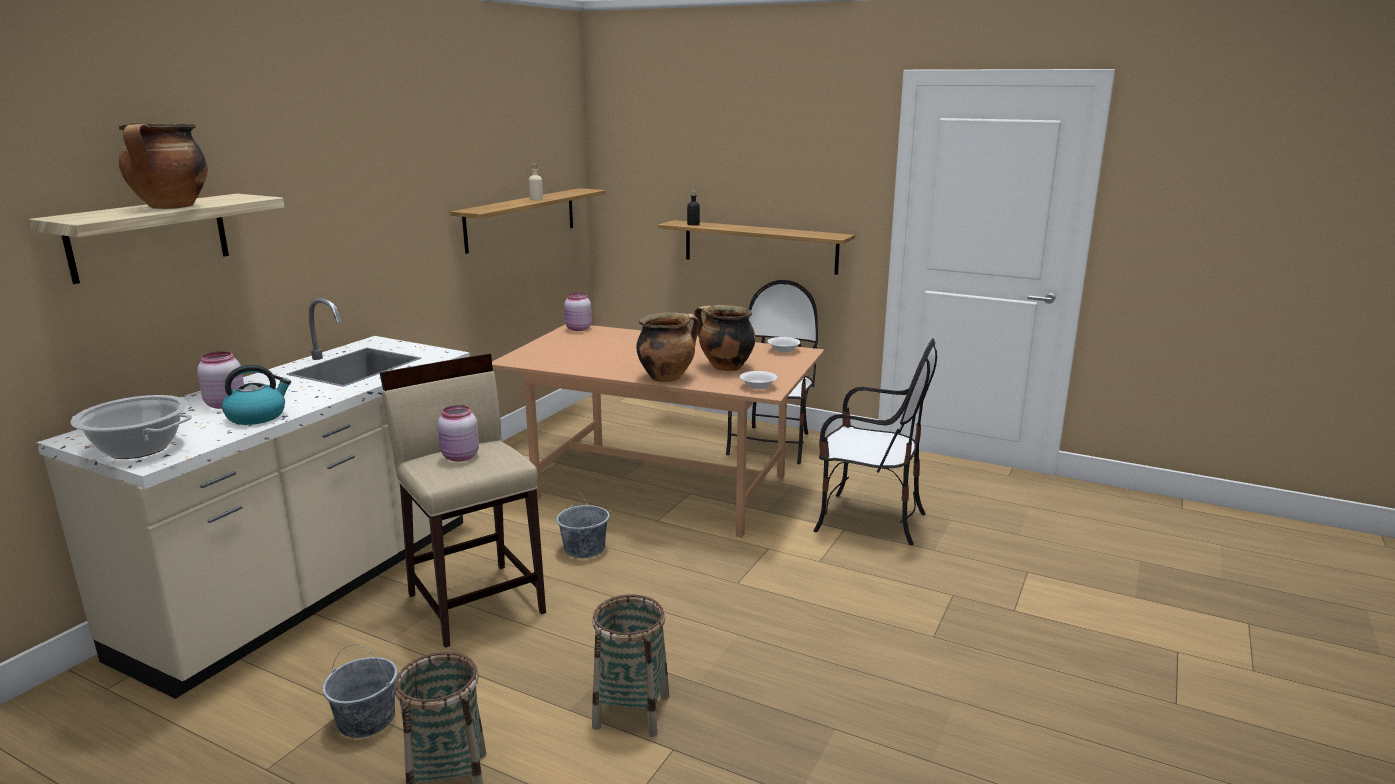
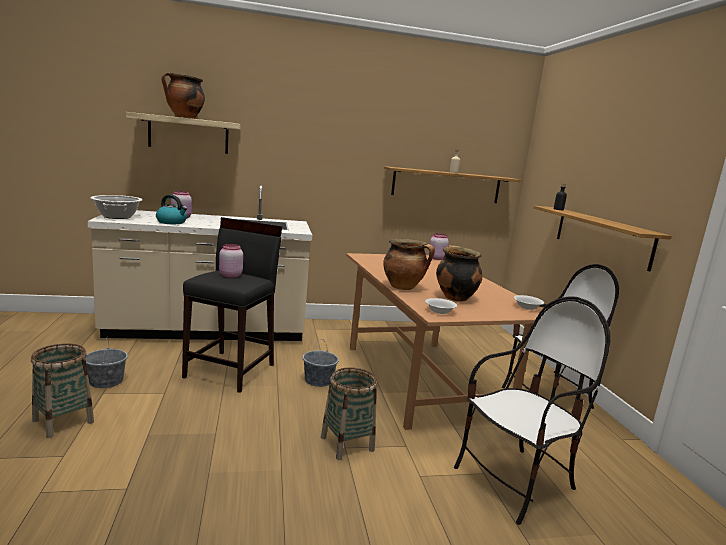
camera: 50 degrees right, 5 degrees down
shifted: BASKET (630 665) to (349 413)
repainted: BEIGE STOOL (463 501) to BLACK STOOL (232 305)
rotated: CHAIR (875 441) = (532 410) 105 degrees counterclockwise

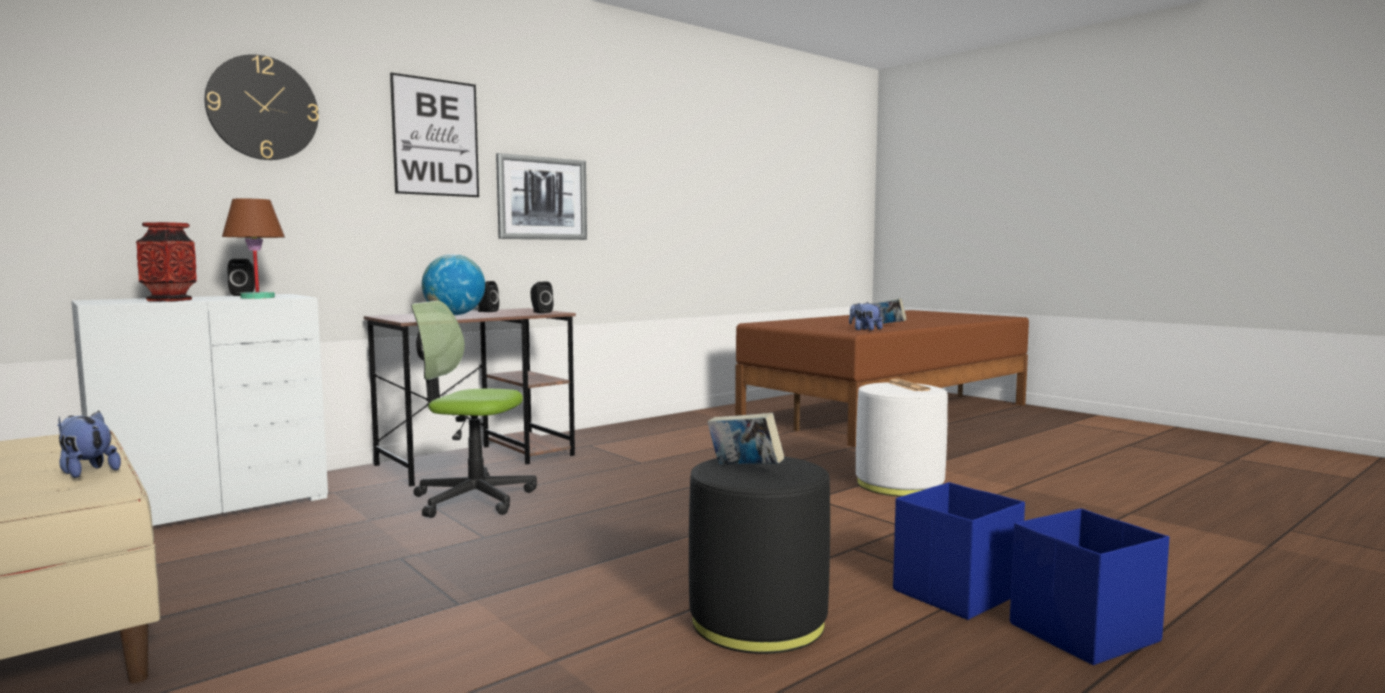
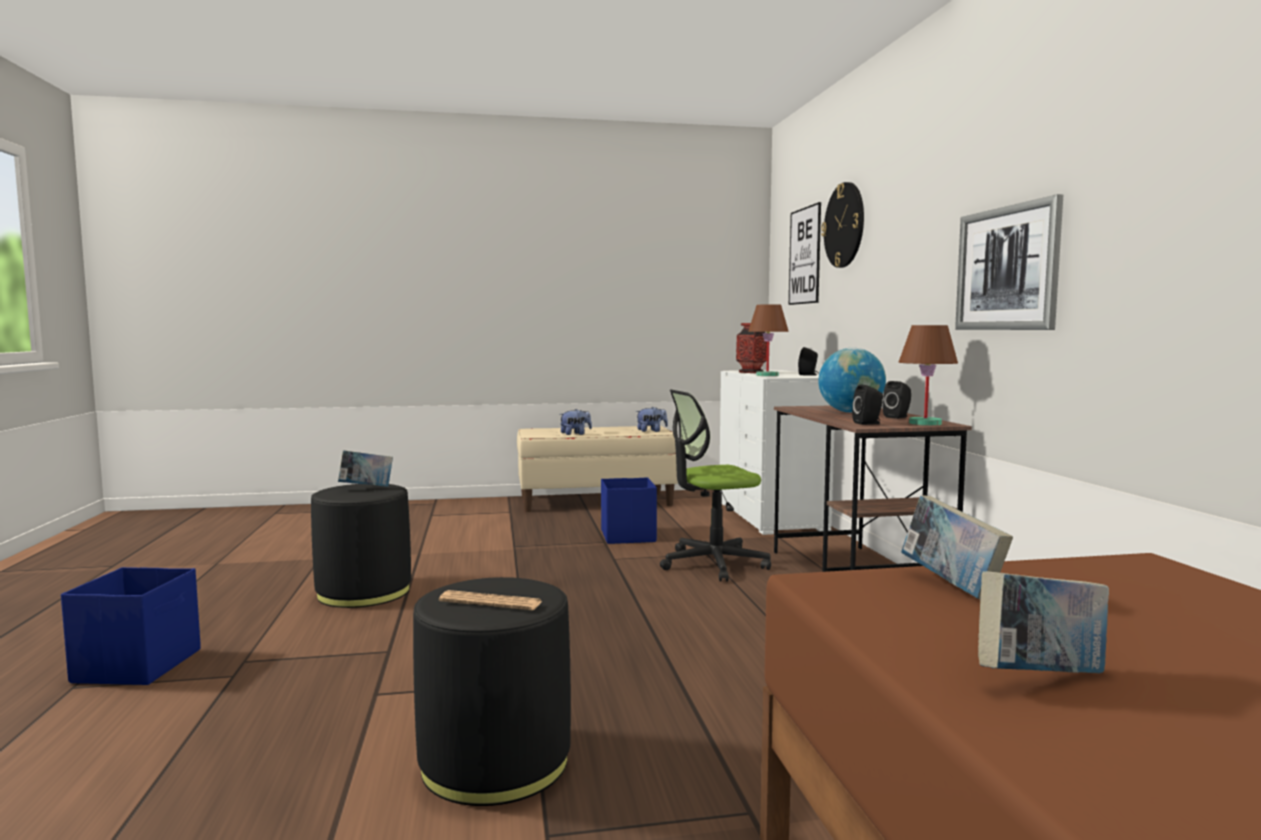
camera: 120 degrees right, 0 degrees up
new: BROWN TABLE LAMP (928 375); BOOK (957 547)
shifted: PICTURE (434 134) to (805 253); PLUSH TOY (866 316) to (652 419); BLUE STORAGE BOX (959 551) to (629 510)
repainted: WHITE OTTOMAN (902 439) to BLACK OTTOMAN (492 691)
rotated: OFFICE CHAIR (474 409) = (715 485) 150 degrees counterclockwise

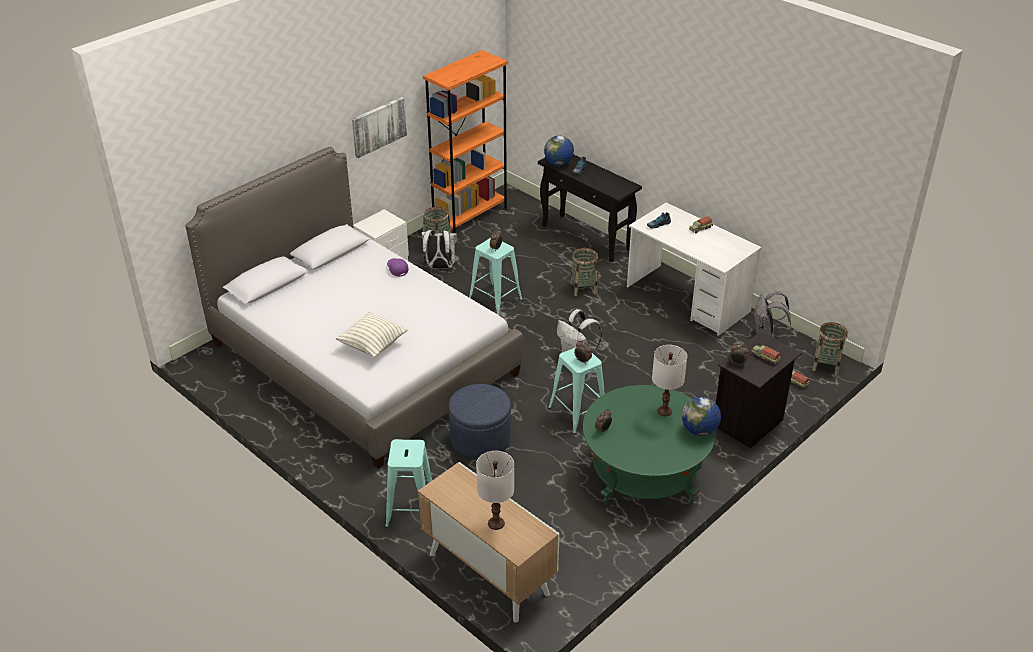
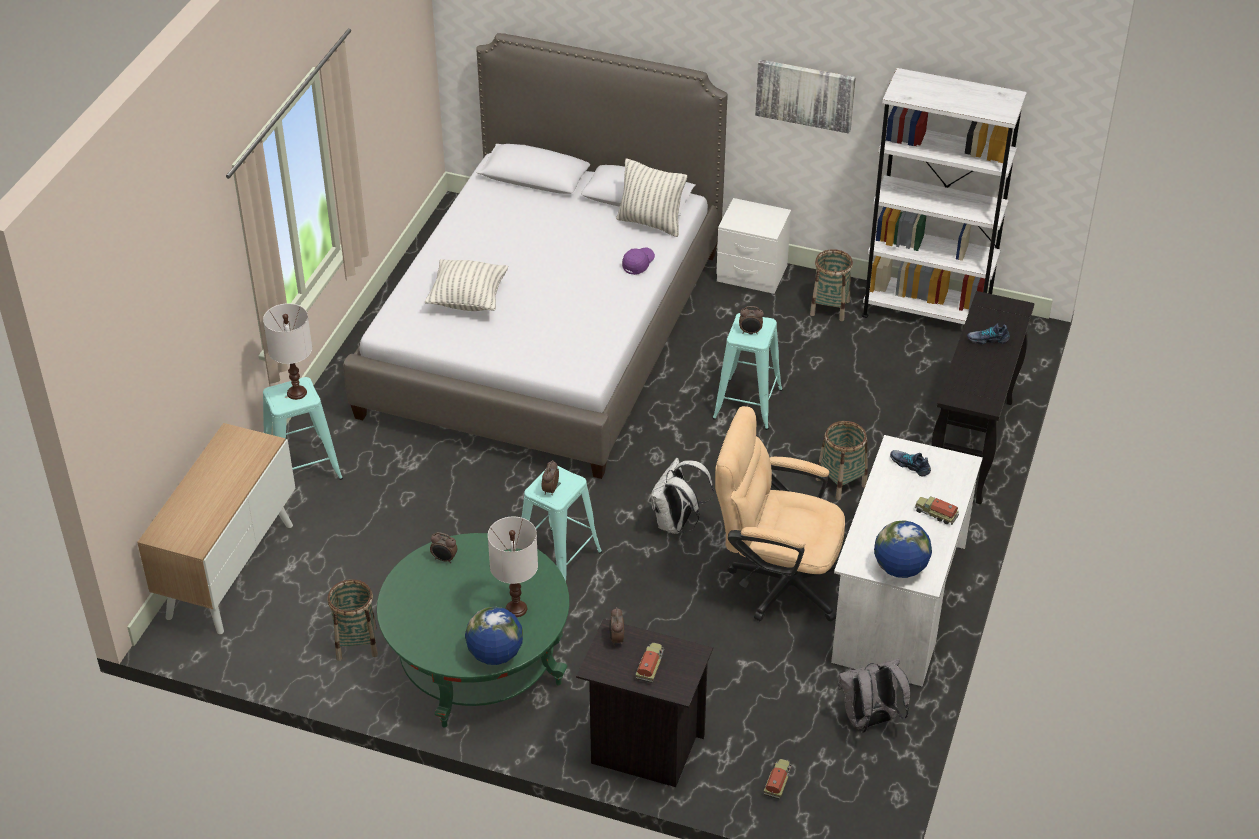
camera: 65 degrees right, 5 degrees up
gone: WHITE BACKPACK (439 248); BLUE OTTOMAN (480 421)
new: PILLOW (651 197); BEIGE OFFICE CHAIR (780 514)
shifted: GLOBE (559 151) to (903 549); BASKET (830 348) to (352 620); WHITE TABLE LAMP (495 490) to (287 351)
repainted: ORANGE BOOKCASE (465 141) to WHITE BOOKCASE (944 196)

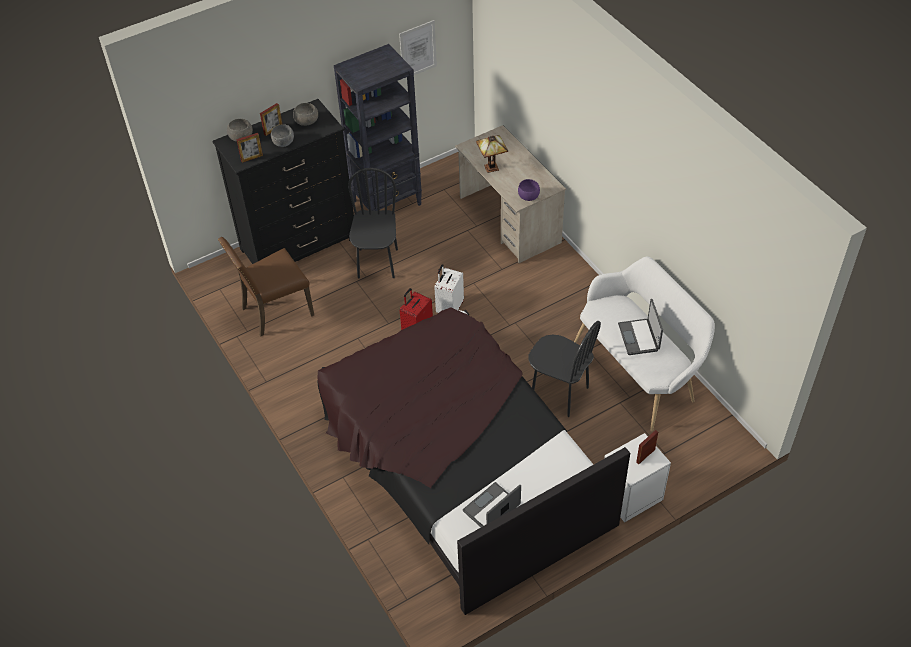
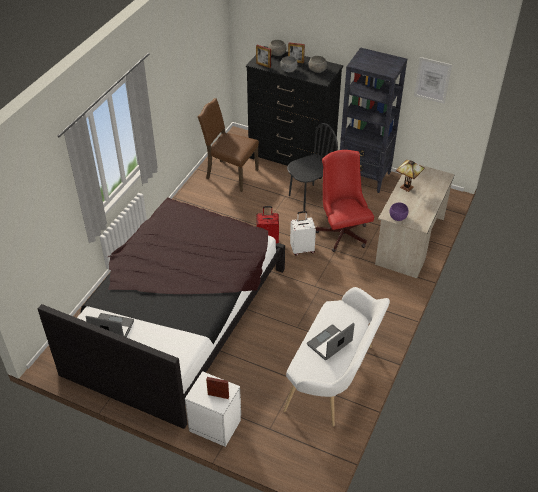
camera: 55 degrees right, 5 degrees down
gone: BLACK CHAIR (565 369)
new: RED OFFICE CHAIR (345 201)

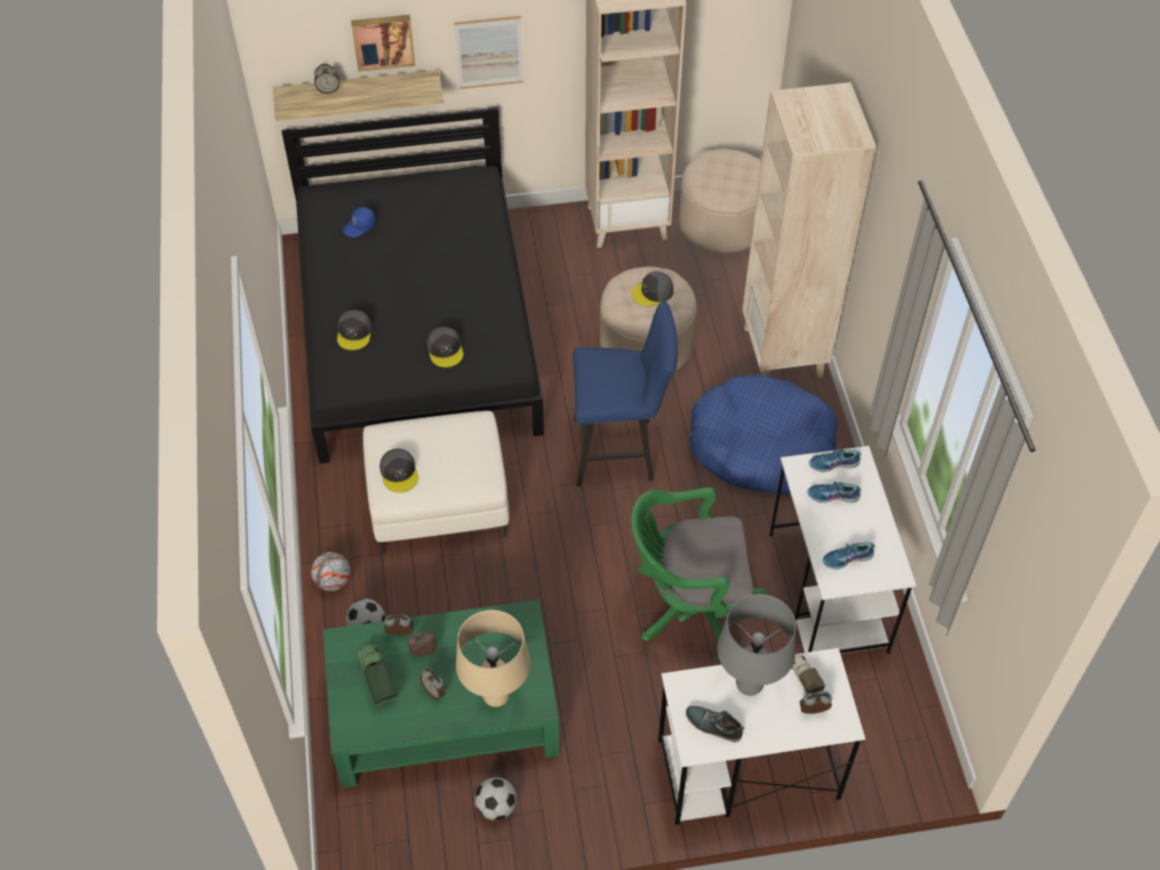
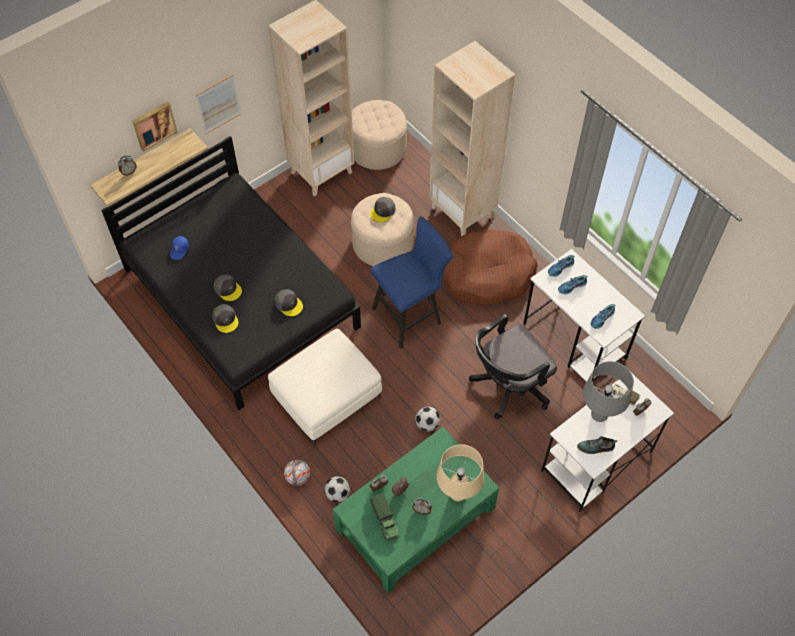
camera: 30 degrees left, 5 degrees up
shifted: GREY CAP (398 470) to (228 287); FOOTBALL (496 798) to (427 419)
repainted: BLUE DOG BED (763 435) to BROWN DOG BED (490 267); GREEN OFFICE CHAIR (698 575) to BLACK OFFICE CHAIR (513 366)
rotated: TOY TRUCK (377 675) = (385 517) 150 degrees counterclockwise

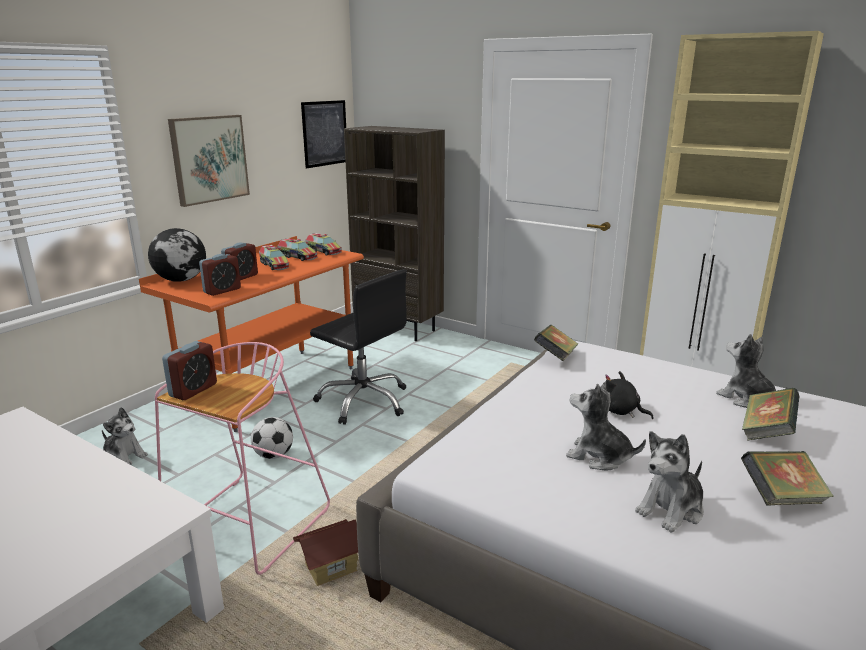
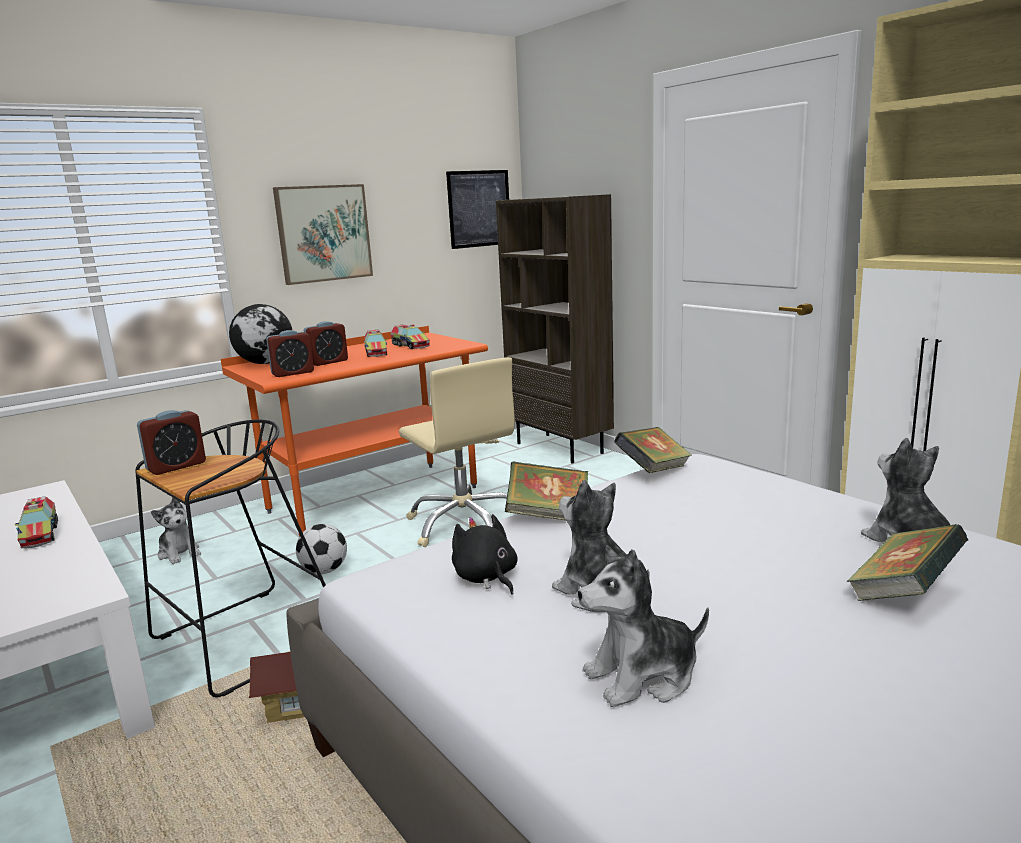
camera: 20 degrees right, 5 degrees down
shifted: TOY TRUCK (324 244) to (36 522); BLACK PLUSH TOY (629 395) to (484 554); BOOK (787 478) to (546 491)
repainted: BLACK OFFICE CHAIR (358 347) to BEIGE OFFICE CHAIR (457 452); PINK STOOL (242 458) to BLACK STOOL (230 558)

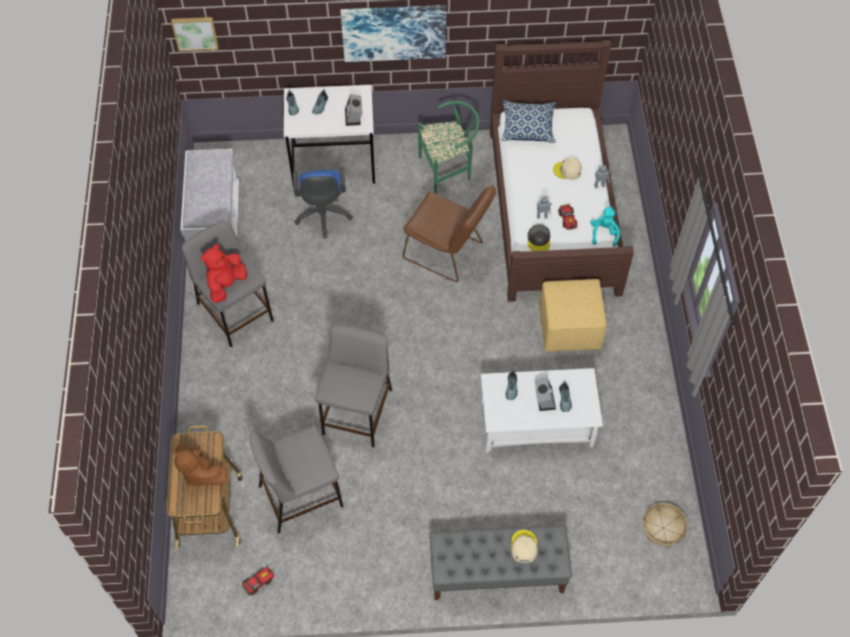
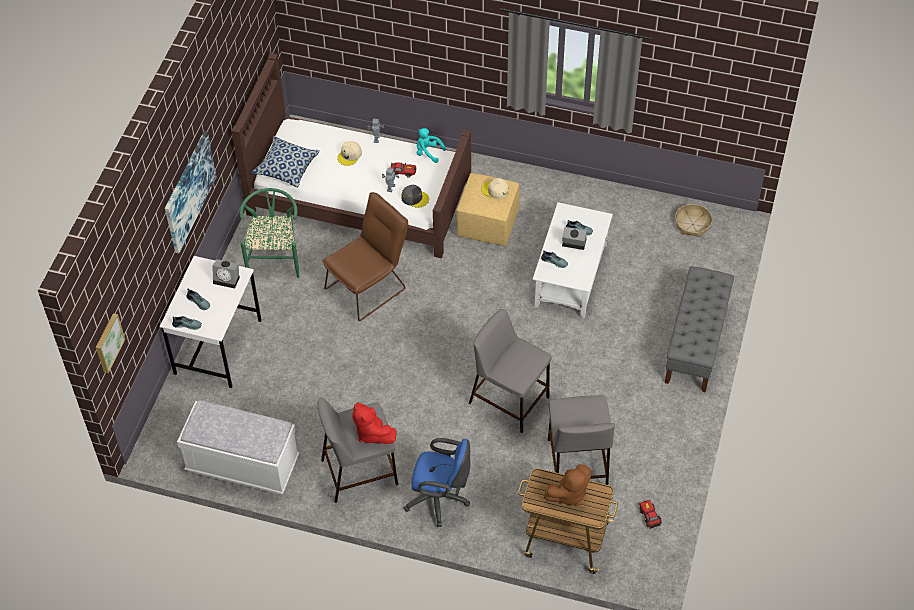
camera: 70 degrees left, 5 degrees down
shifted: BLUE OFFICE CHAIR (323 202) to (437 482); BEIGE CAP (524 546) to (495 188)

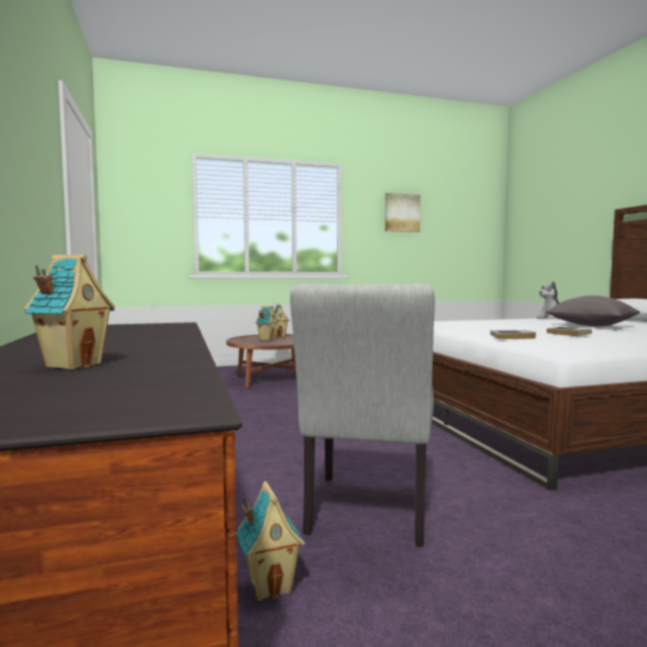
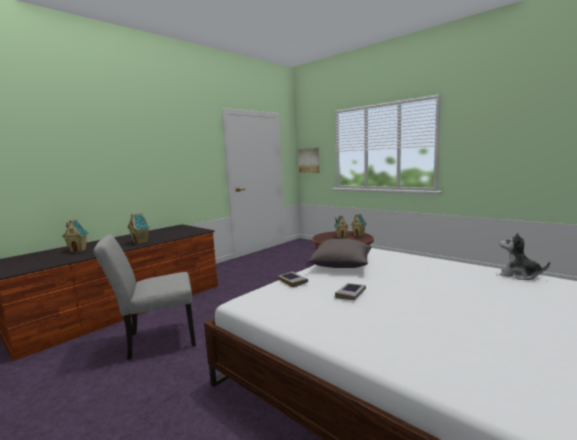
camera: 60 degrees right, 5 degrees up
shifted: PICTURE (403 212) to (308 160); GREY PILLOW (593 311) to (340 253); TOY HOUSE (271 541) to (138 228)

